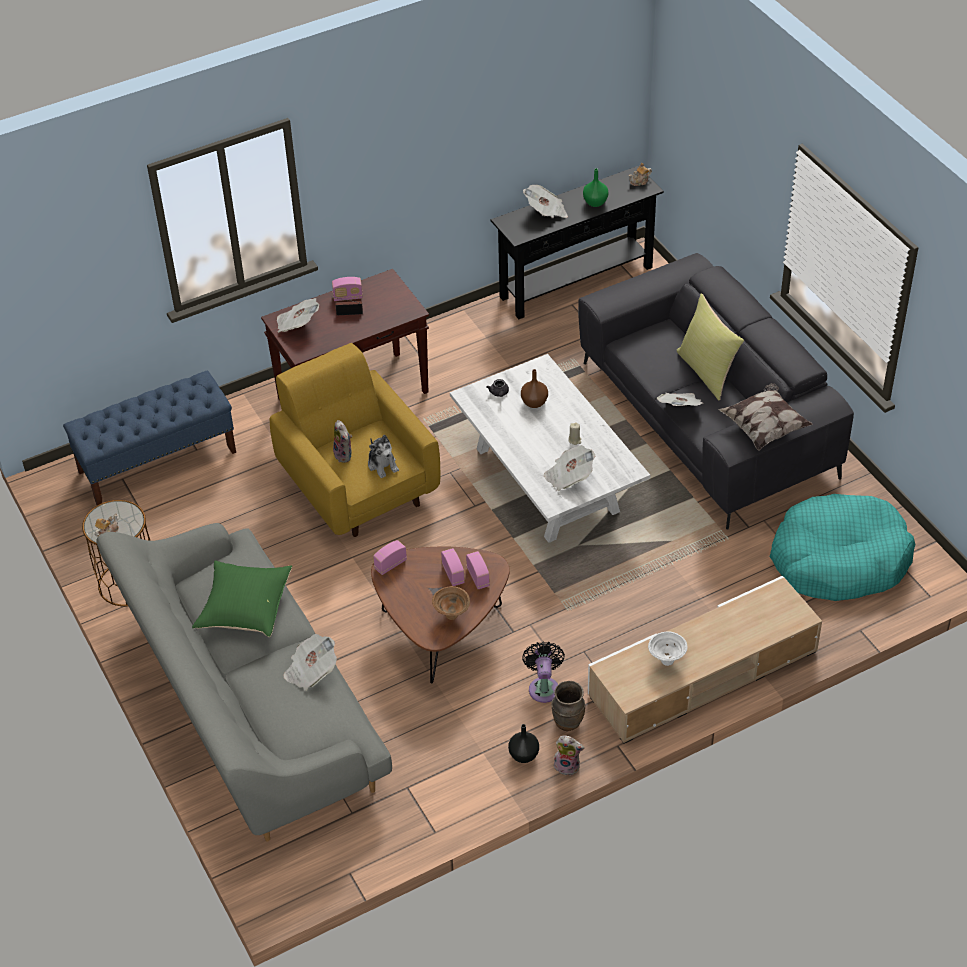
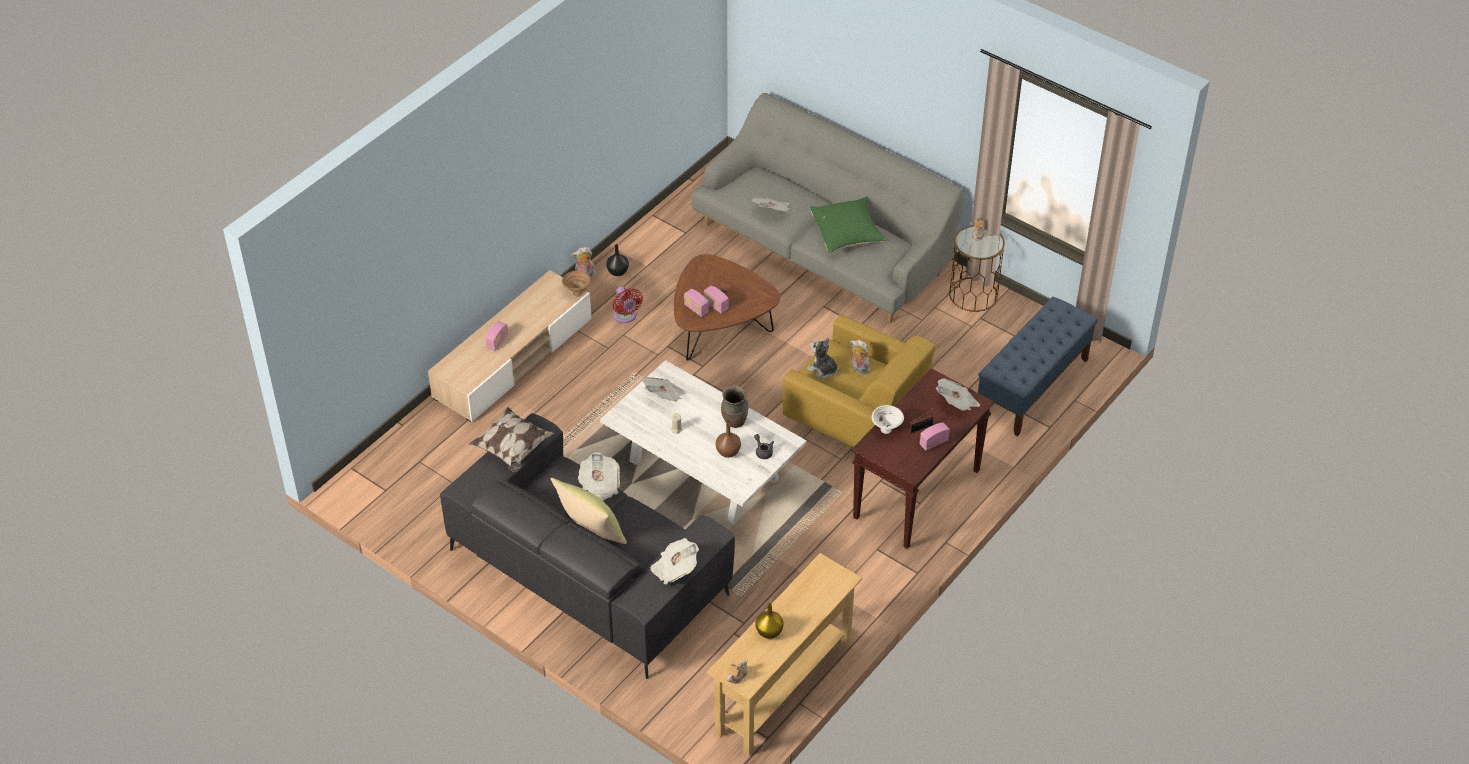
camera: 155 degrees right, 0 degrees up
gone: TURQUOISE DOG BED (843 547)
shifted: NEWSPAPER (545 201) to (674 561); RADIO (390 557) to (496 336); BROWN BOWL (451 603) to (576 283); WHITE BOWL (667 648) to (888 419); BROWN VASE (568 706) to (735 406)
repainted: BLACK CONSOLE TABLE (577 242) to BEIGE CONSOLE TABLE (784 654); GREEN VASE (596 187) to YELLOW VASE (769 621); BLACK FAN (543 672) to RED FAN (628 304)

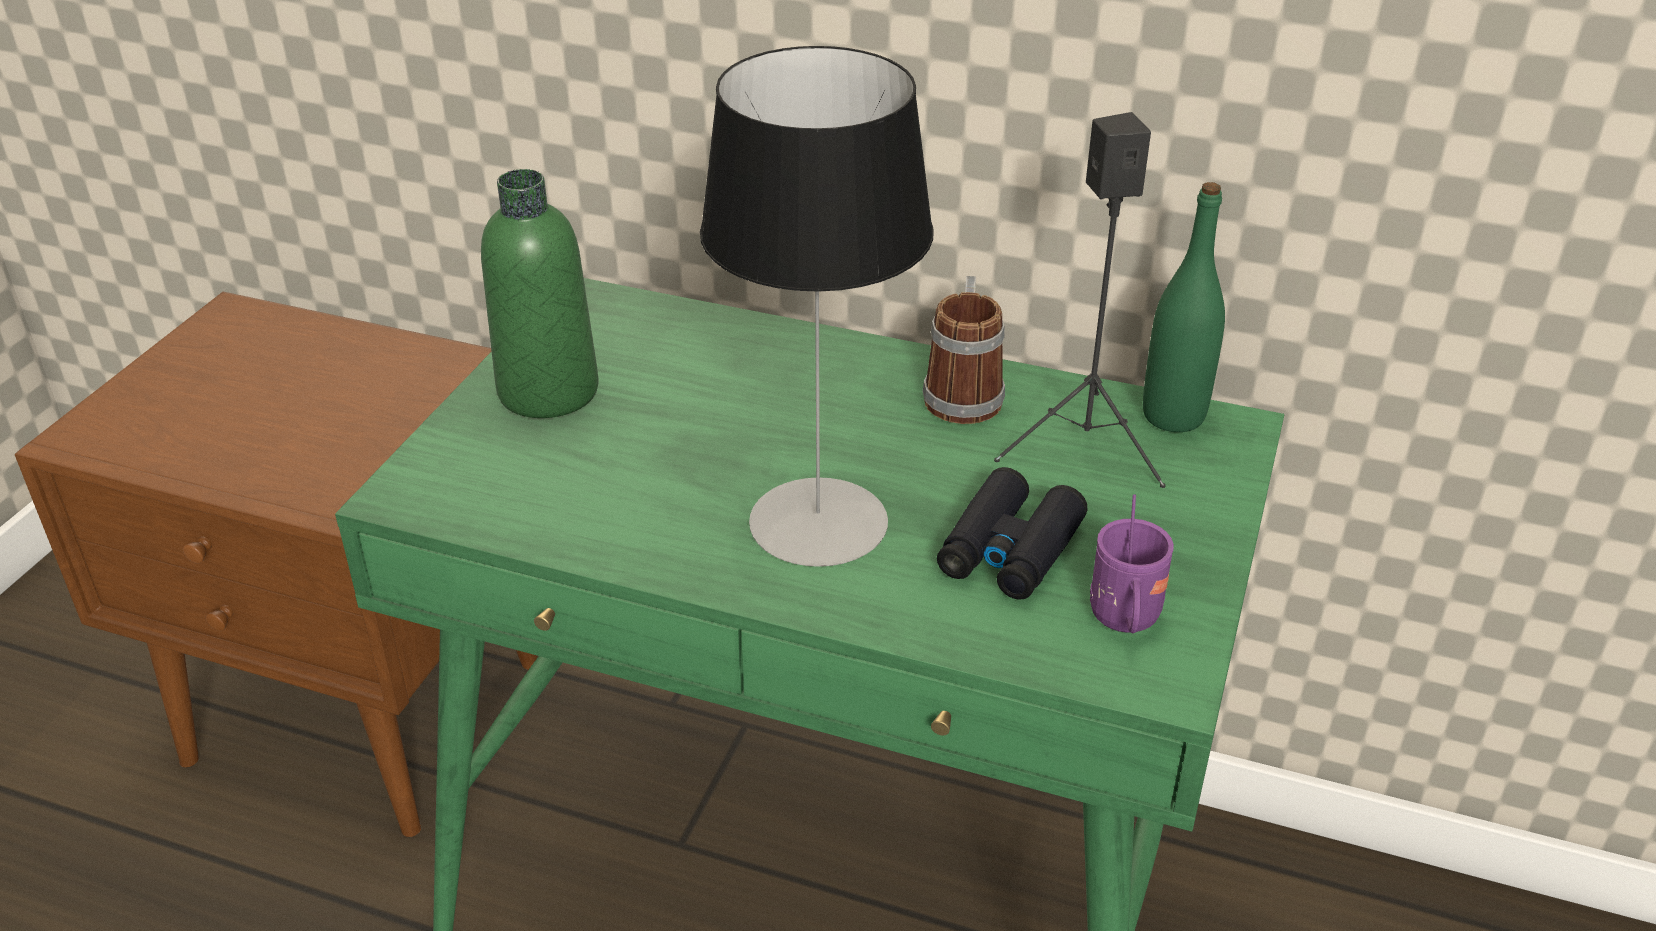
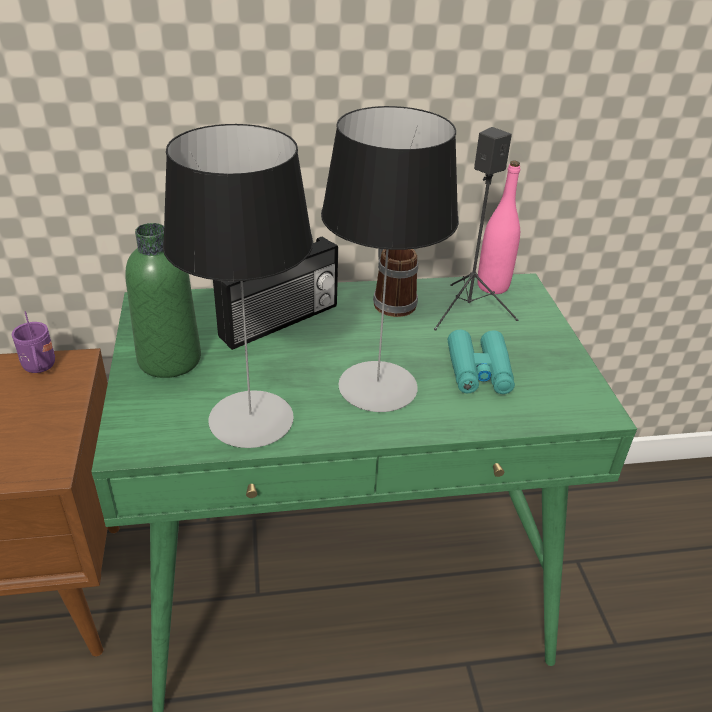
camera: 30 degrees left, 0 degrees up
new: TABLE LAMP (238 286); RADIO (275 293)
shifted: PURPLE MUG (1132 564) to (33 342)
repainted: GREEN BOTTLE (1184 307) to PINK BOTTLE (498 227); BLACK BINOCULARS (1012 533) to TURQUOISE BINOCULARS (481 362)

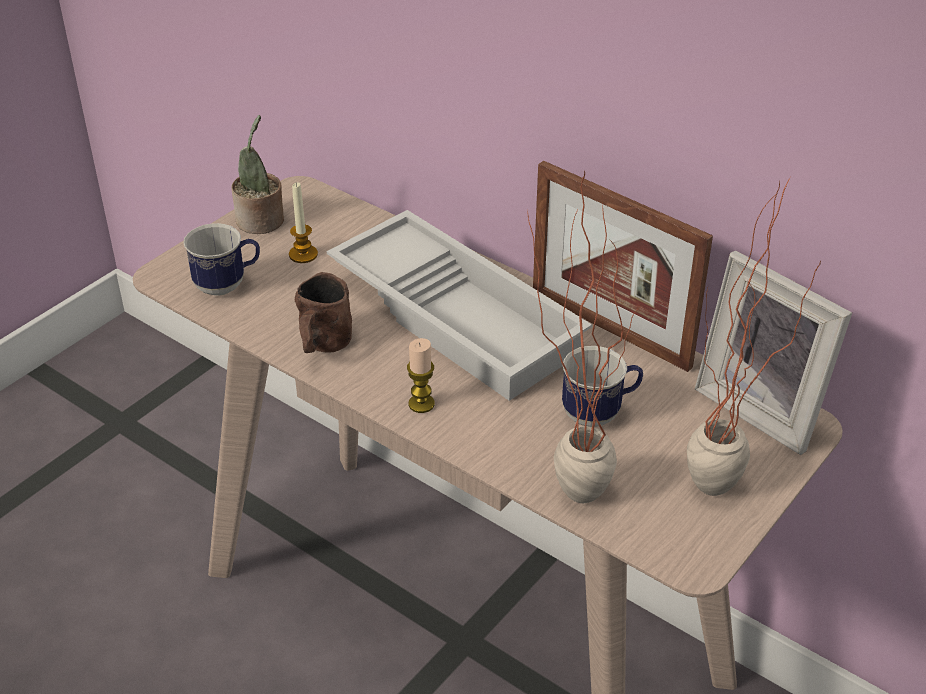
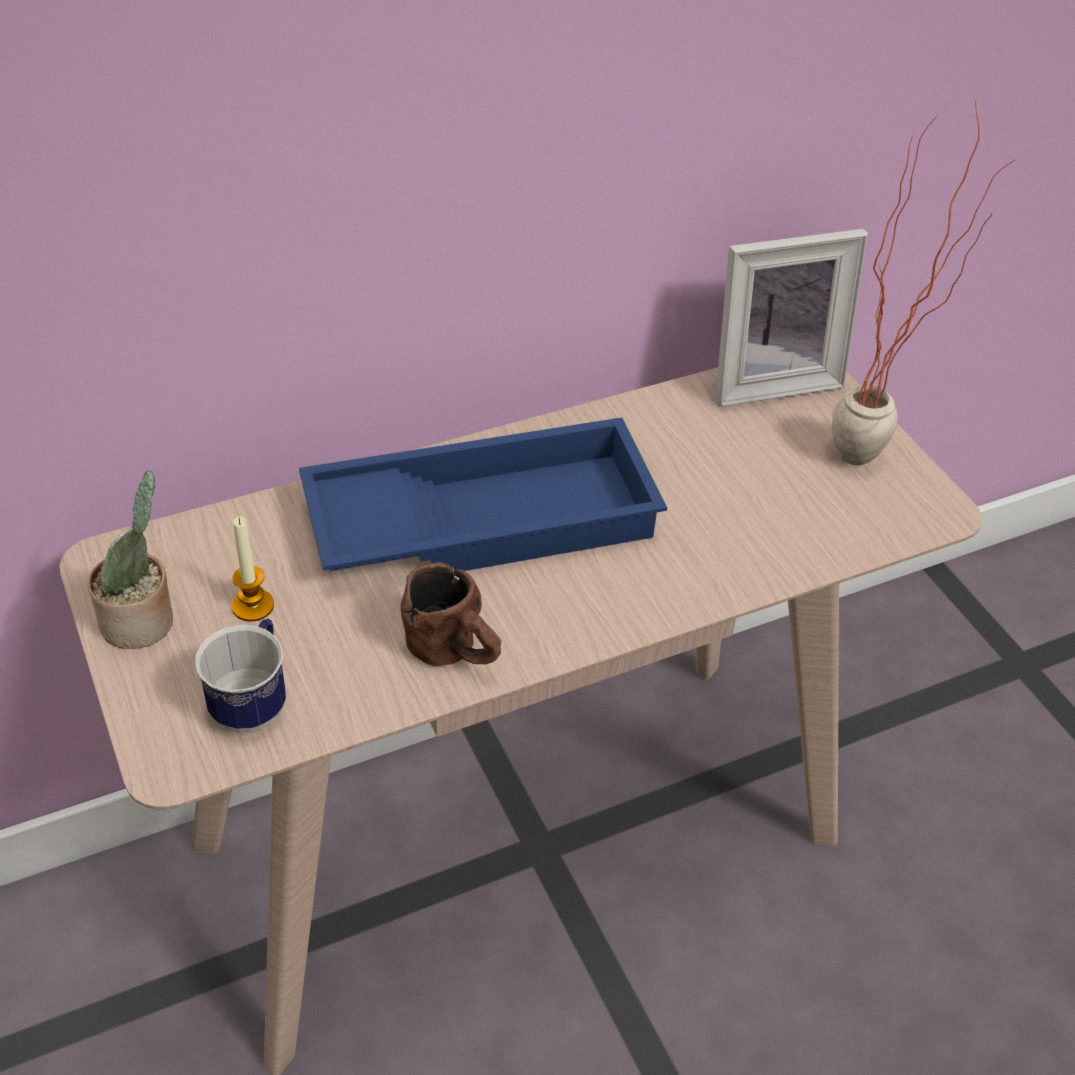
camera: 65 degrees left, 5 degrees up
gone: PICTURE FRAME (623 266); POTTED PLANT (583 336); CANDLE (421 375); MUG (602 386)
repainted: WHITE TRAY (459 305) to BLUE TRAY (483 494)

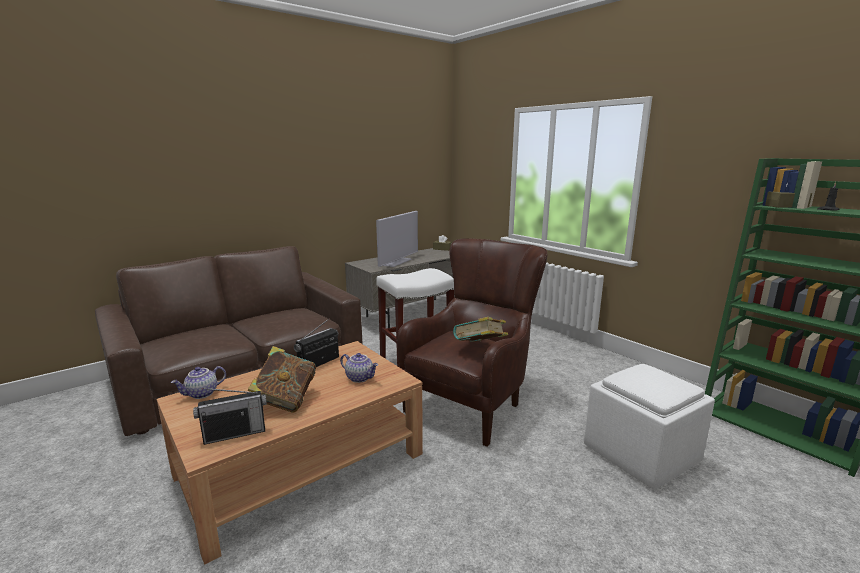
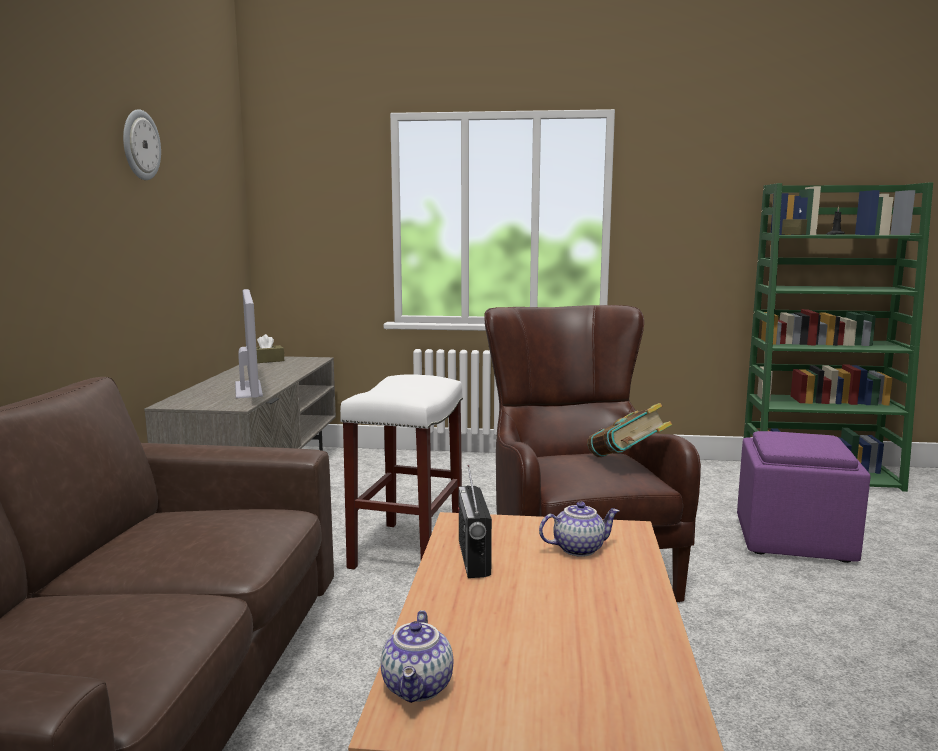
camera: 45 degrees left, 5 degrees down
gone: BOOK (282 379); RADIO (230 416)
new: WALL CLOCK (142 144)
repainted: WHITE OTTOMAN (649 427) to PURPLE OTTOMAN (804 497)

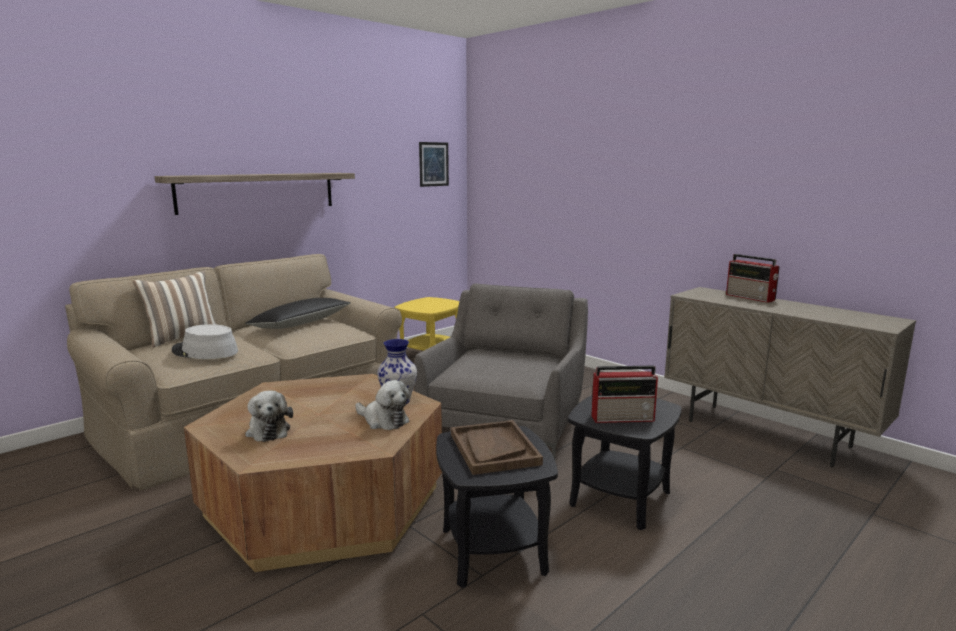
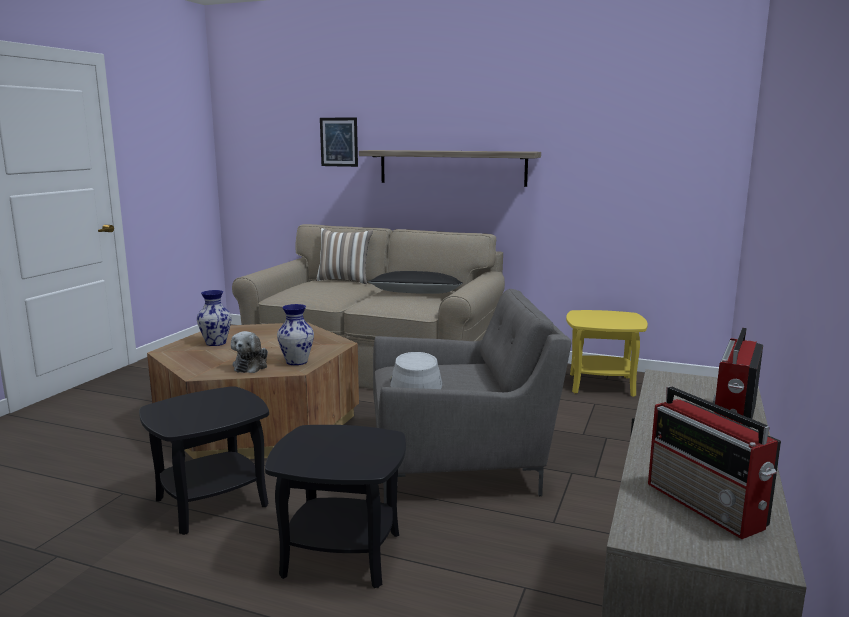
camera: 65 degrees right, 0 degrees up
gone: BROWN TRAY (497 447)
shifted: PICTURE (434 164) to (339 142); GREY HAT (205 341) to (416 370); RADIO (624 394) to (714 463)
swapped: PLUSH TOY (269 416) to VASE (214 318)

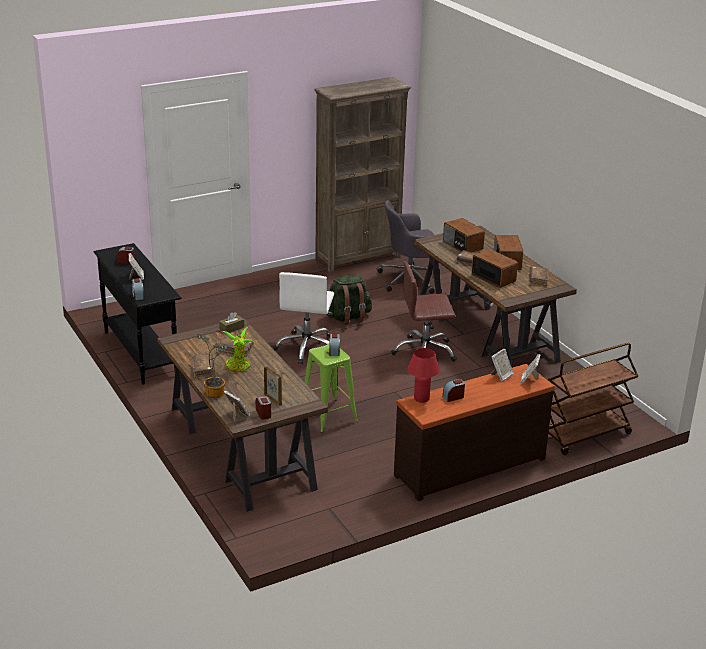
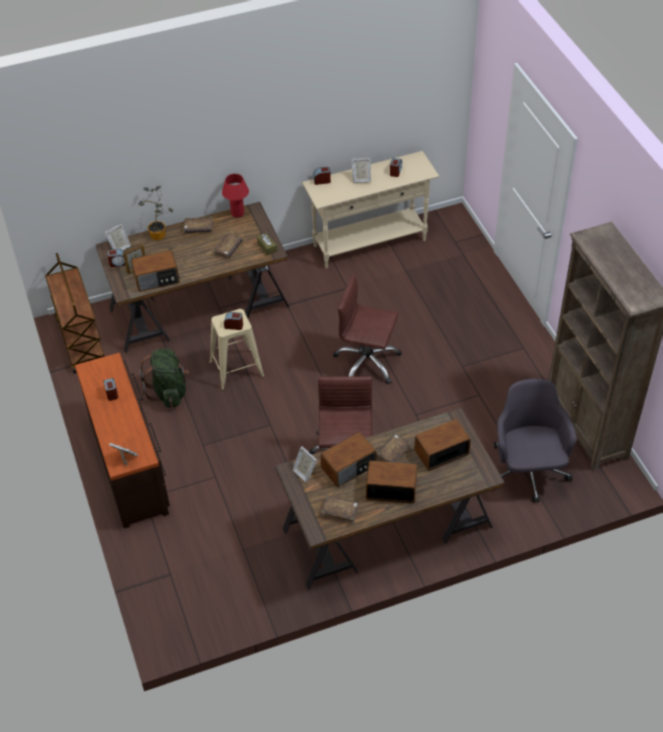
camera: 100 degrees right, 20 degrees up
gone: POTTED PLANT (238 349)
new: RADIO (155 271)
shifted: GREEN BACKPACK (349 300) to (164 378); BROWN CART (593 399) to (75 313); RED TABLE LAMP (424 375) to (235 196); PICTURE FRAME (502 365) to (305 464)
repainted: BLACK CONSOLE TABLE (137 313) to BEIGE CONSOLE TABLE (370 210); WHITE OFFICE CHAIR (303 318) to BROWN OFFICE CHAIR (367 329); GREEN STOOL (331 388) to BEIGE STOOL (237 349)

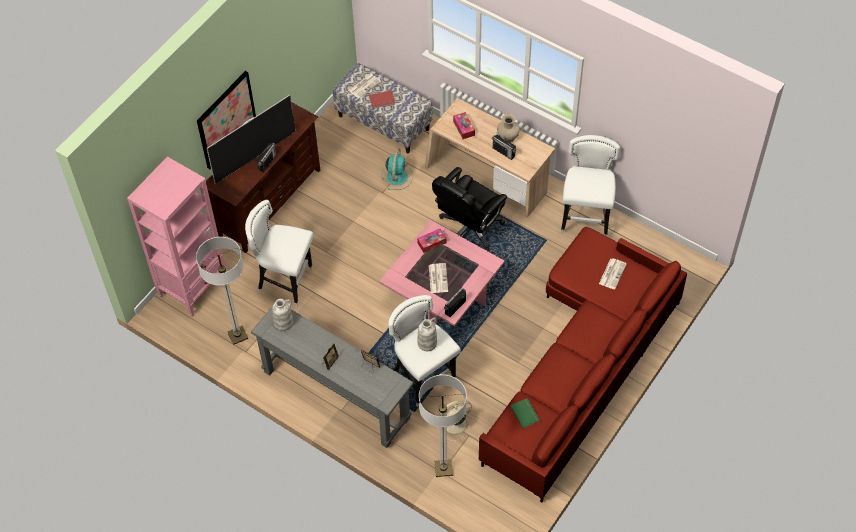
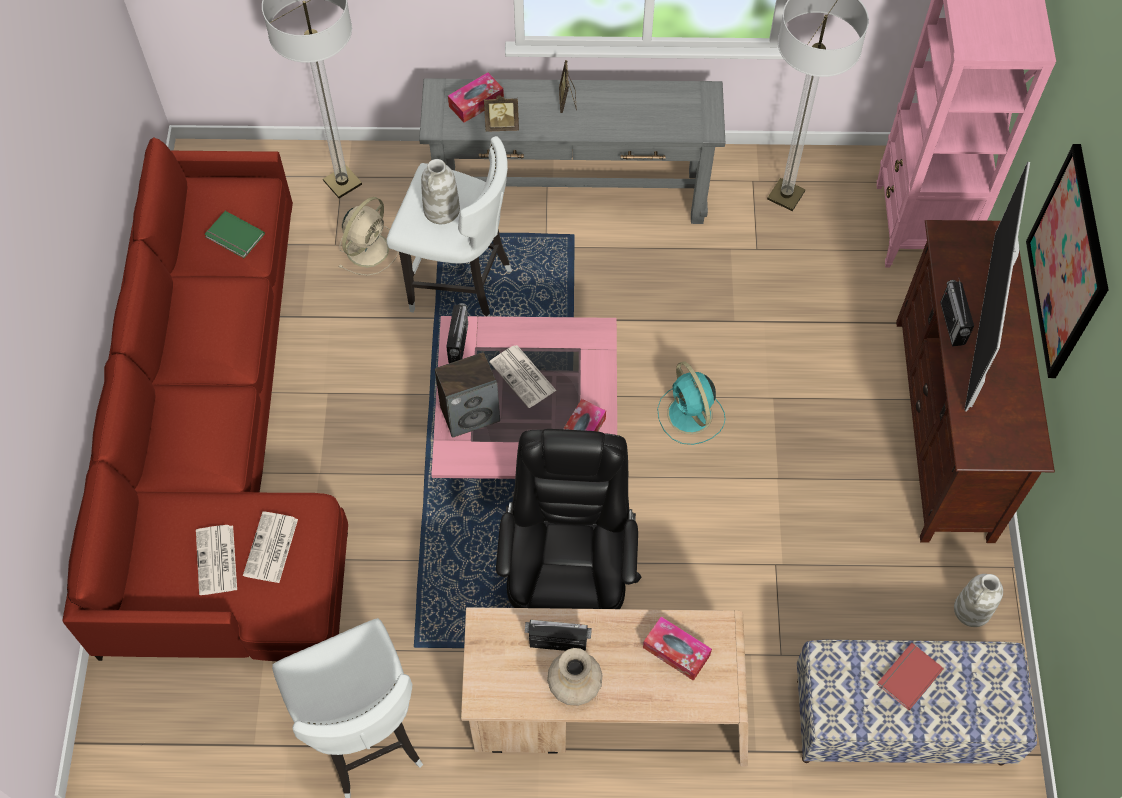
camera: 145 degrees right, 5 degrees up
gone: WHITE STOOL (279 253)
new: TISSUE BOX (476 97); SPEAKER (467 395)
shifted: NEWSPAPER (364 86) to (270 547); TURQUOISE FAN (397 169) to (691 403); WHITE VASE (282 315) to (978 600)

